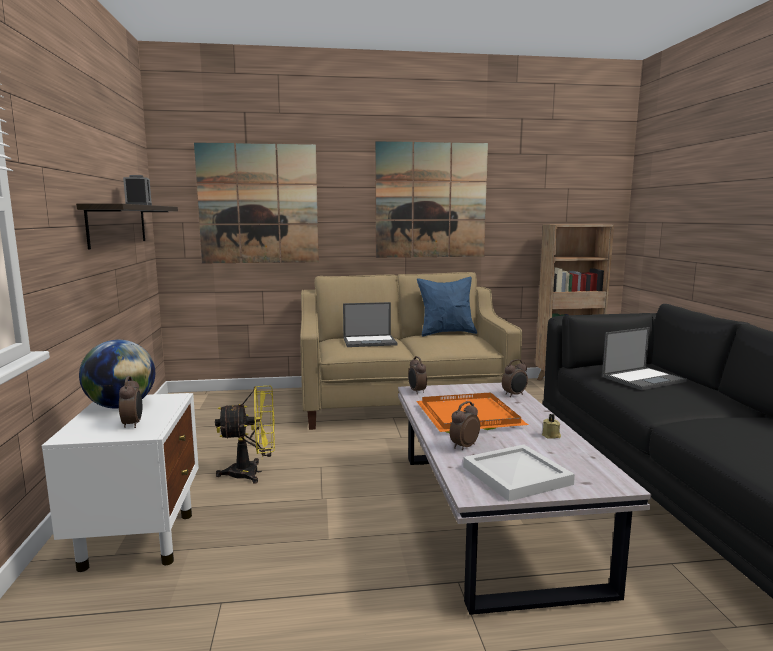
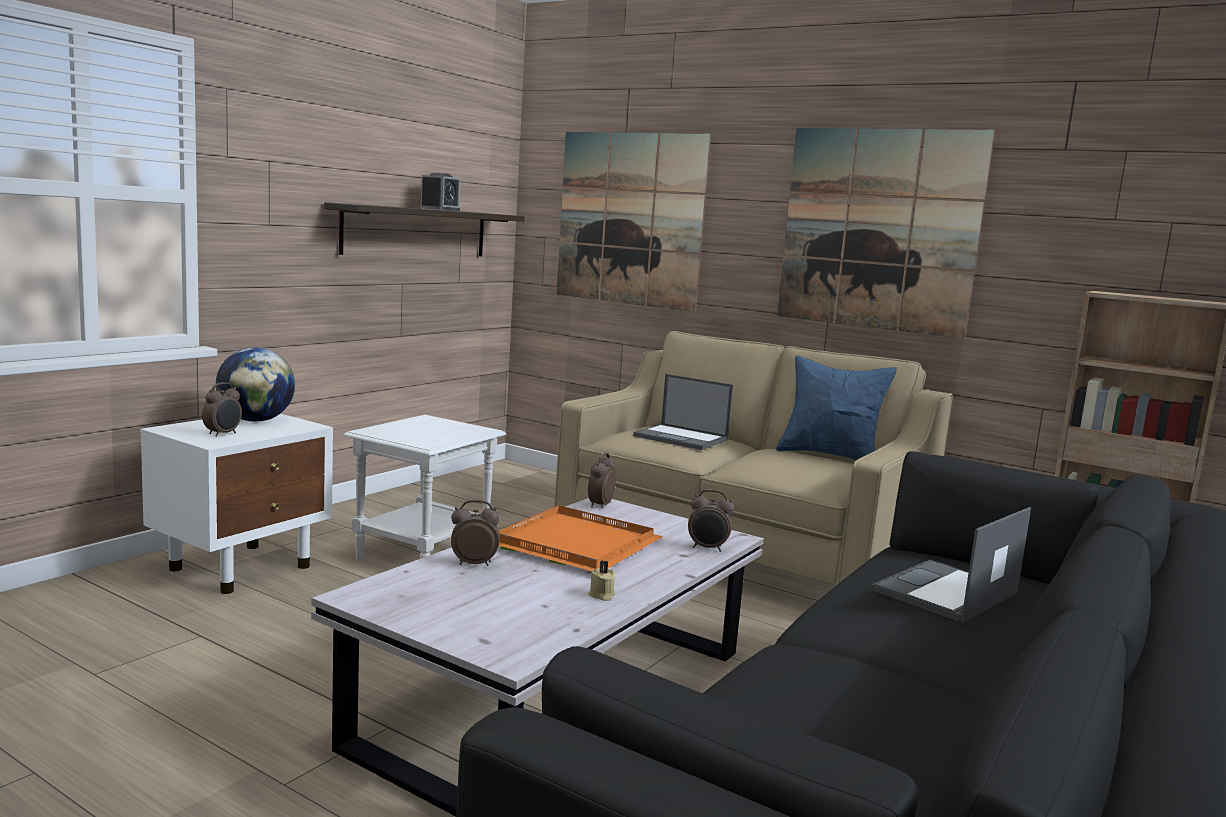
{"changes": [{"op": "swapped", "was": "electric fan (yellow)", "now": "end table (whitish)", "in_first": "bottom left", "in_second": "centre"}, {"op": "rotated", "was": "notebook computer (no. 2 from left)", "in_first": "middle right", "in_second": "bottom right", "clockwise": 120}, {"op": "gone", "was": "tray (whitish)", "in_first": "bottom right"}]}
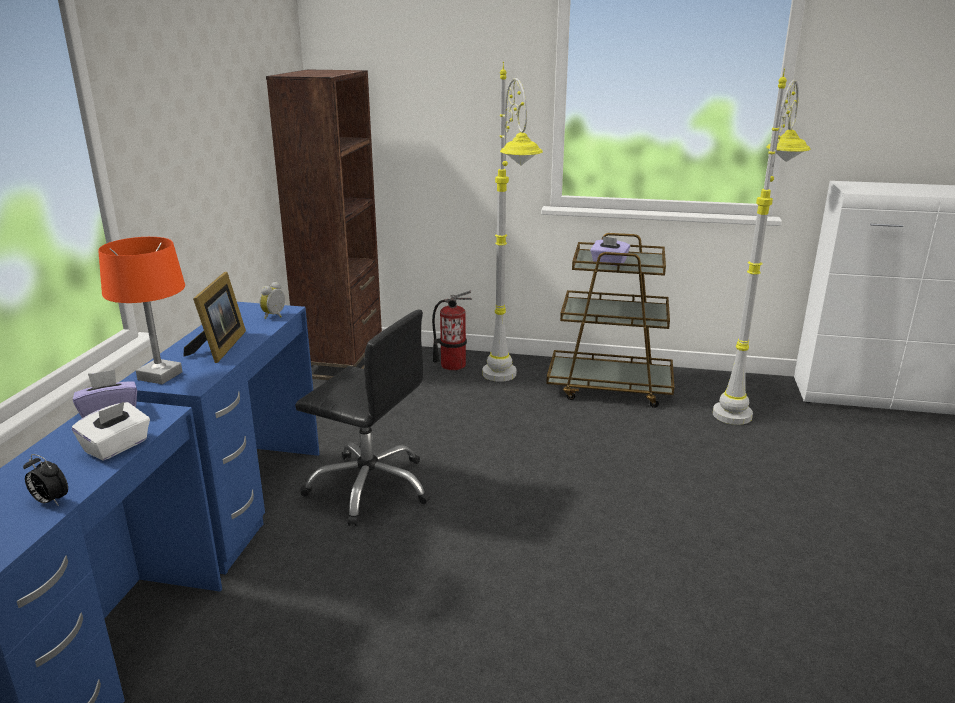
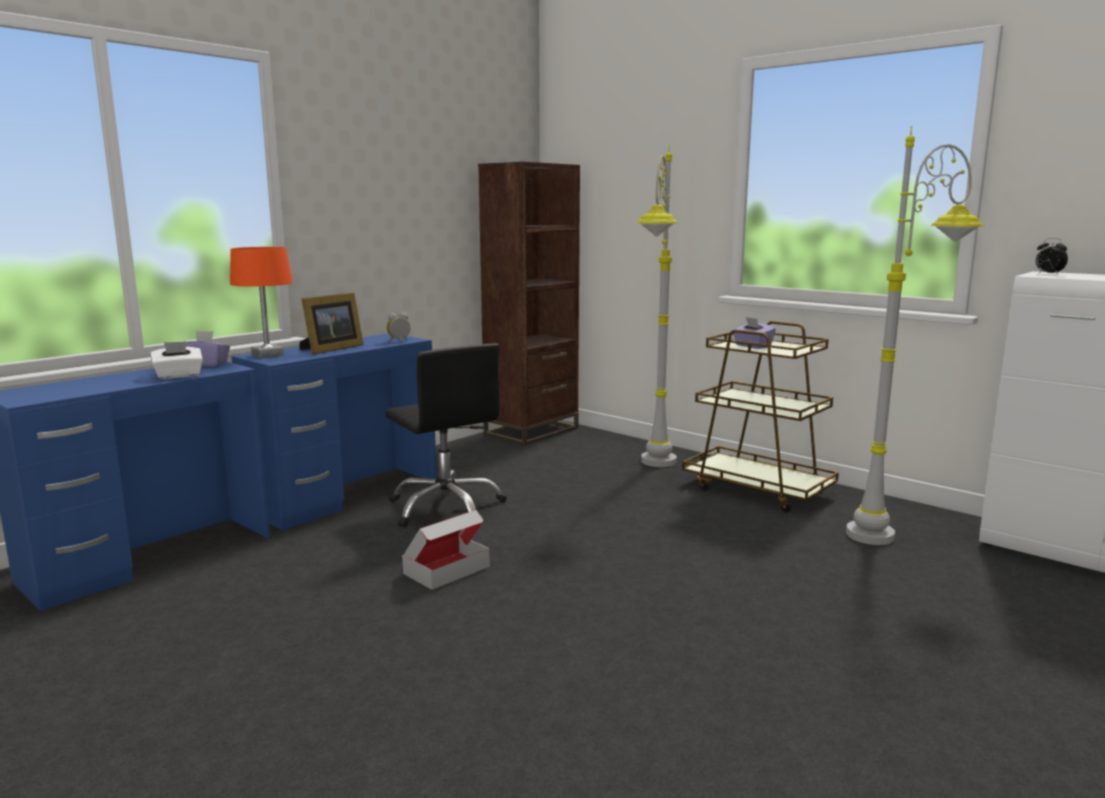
{"changes": [{"op": "new", "now": "carton", "in_second": "bottom centre"}, {"op": "shifted", "was": "alarm clock (no. 1 from left in the first image)", "now": "alarm clock (no. 2 from left)", "in_first": "bottom left", "in_second": "top right"}, {"op": "gone", "was": "fire-fighting cylinder", "in_first": "centre"}]}
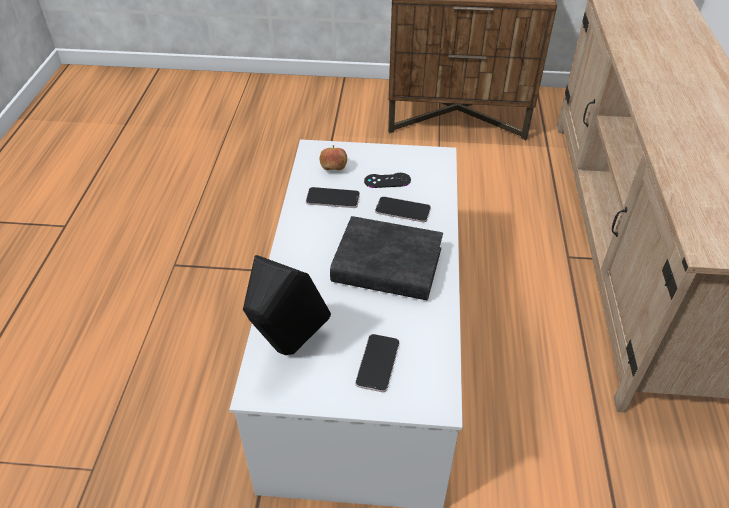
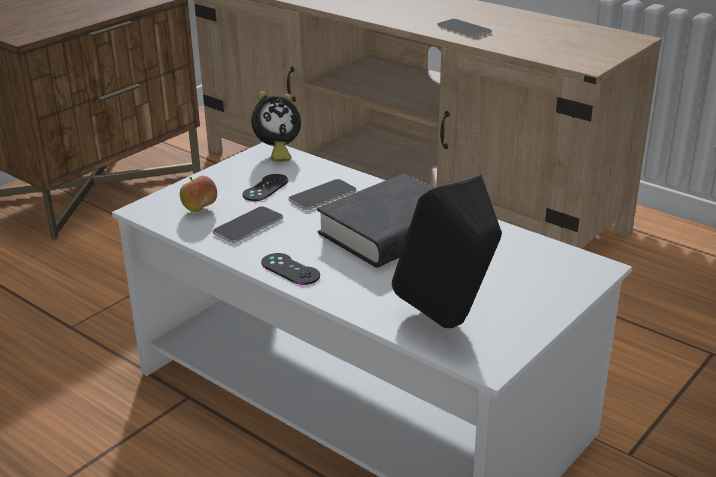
{"changes": [{"op": "new", "now": "alarm clock", "in_second": "top centre"}, {"op": "new", "now": "joypad (black-coloured) (no. 2 from left)", "in_second": "centre"}, {"op": "shifted", "was": "phone (no. 2 from left in the first image)", "now": "phone (no. 3 from left)", "in_first": "bottom centre", "in_second": "top centre"}]}
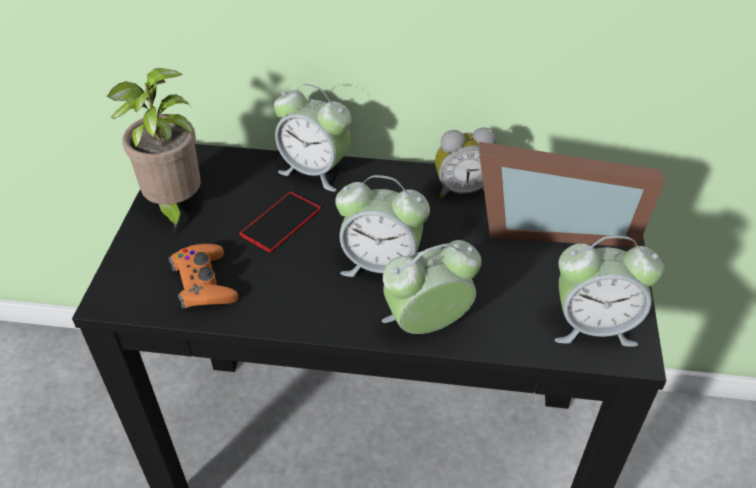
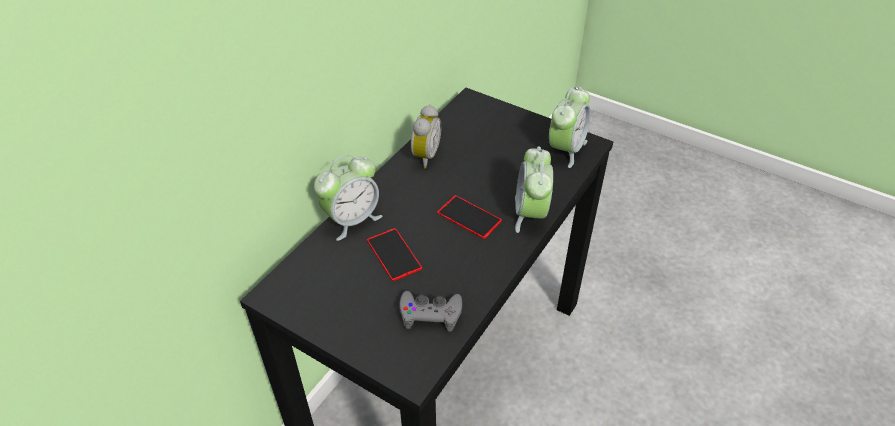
{"changes": [{"op": "repainted", "was": "joypad (orange-coloured)", "now": "joypad (grey)", "in_first": "middle left", "in_second": "bottom centre"}, {"op": "swapped", "was": "alarm clock (no. 2 from left)", "now": "phone (no. 2 from left)", "in_first": "centre", "in_second": "centre"}, {"op": "gone", "was": "potted plant", "in_first": "top left"}, {"op": "gone", "was": "picture frame", "in_first": "middle right"}]}
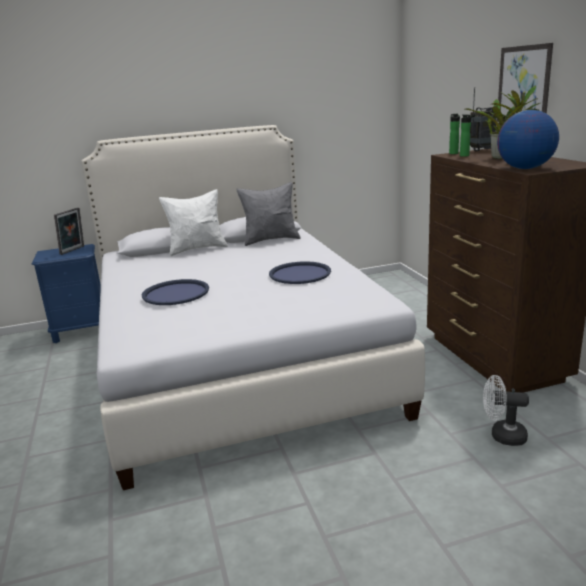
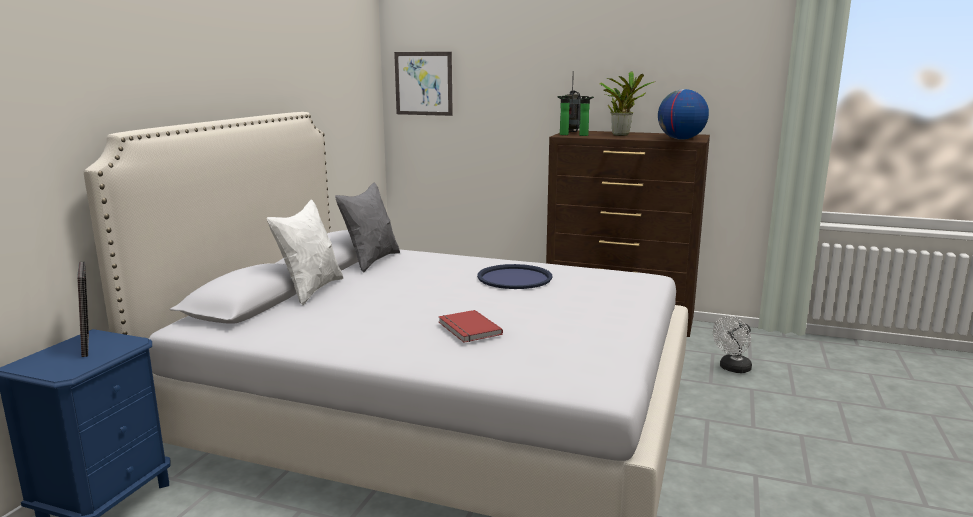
{"changes": [{"op": "shifted", "was": "picture", "in_first": "top right", "in_second": "top centre"}, {"op": "swapped", "was": "tray (blue) (no. 1 from left)", "now": "volume (red-coloured)", "in_first": "middle left", "in_second": "centre"}]}
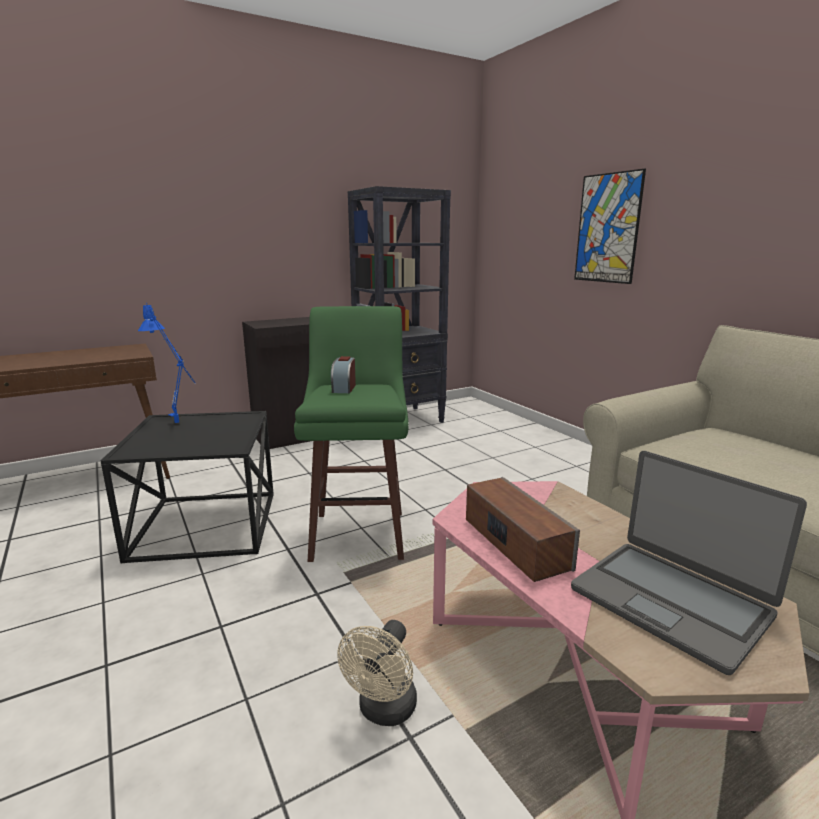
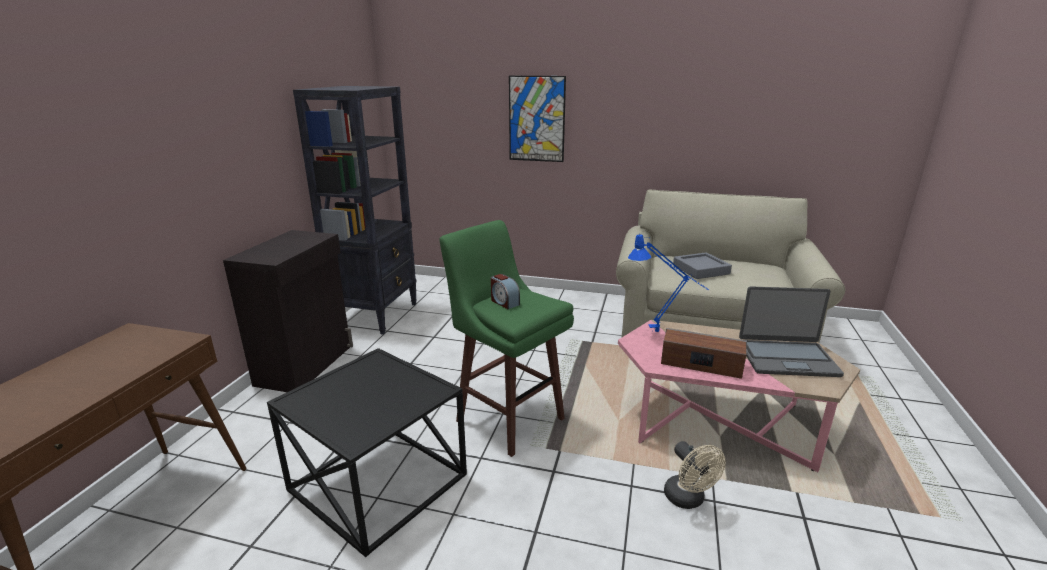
{"changes": [{"op": "shifted", "was": "table lamp (blue)", "in_first": "middle left", "in_second": "centre"}, {"op": "new", "now": "tray (grey)", "in_second": "middle right"}]}
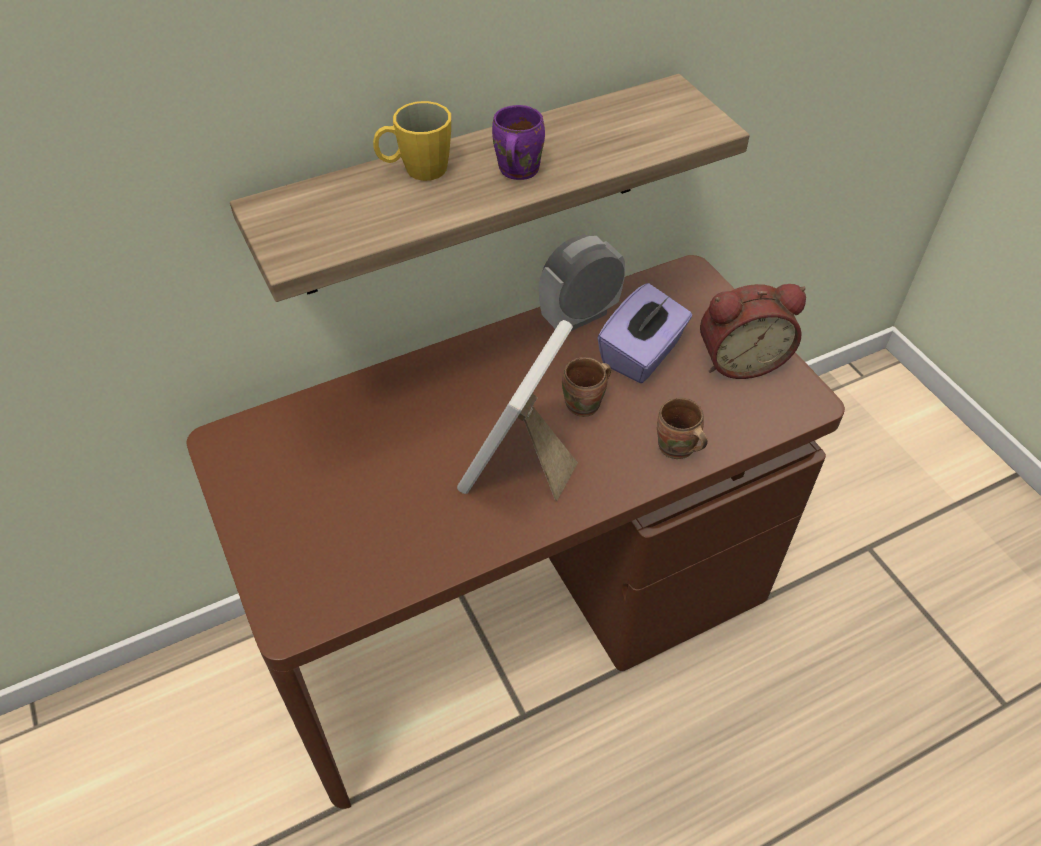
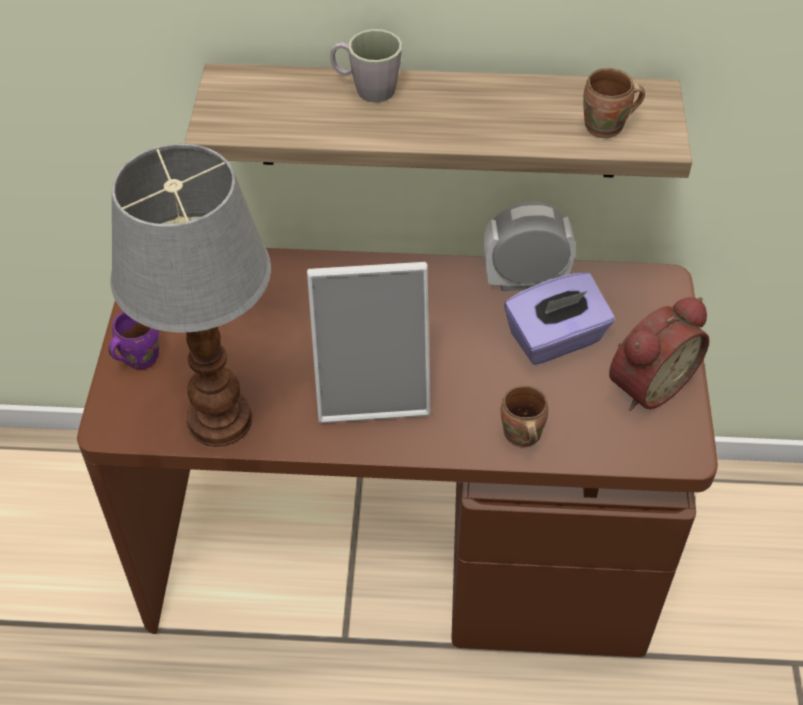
{"changes": [{"op": "shifted", "was": "tea mug (purple)", "in_first": "top centre", "in_second": "middle left"}, {"op": "new", "now": "table lamp", "in_second": "middle left"}, {"op": "rotated", "was": "picture frame", "in_first": "centre", "in_second": "centre", "clockwise": -150}, {"op": "repainted", "was": "tea mug (yellow)", "now": "tea mug (grey)", "in_first": "top centre", "in_second": "top centre"}, {"op": "shifted", "was": "tea mug (brown-coloured) (no. 1 from left in the first image)", "now": "tea mug (brown-coloured) (no. 2 from left)", "in_first": "centre", "in_second": "top right"}, {"op": "rotated", "was": "alarm clock (no. 2 from left)", "in_first": "middle right", "in_second": "middle right", "clockwise": -60}]}
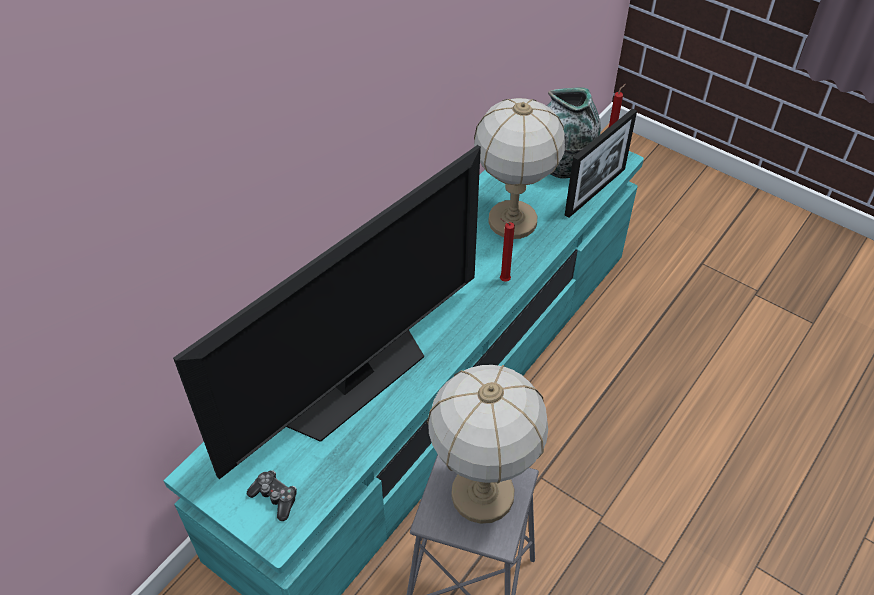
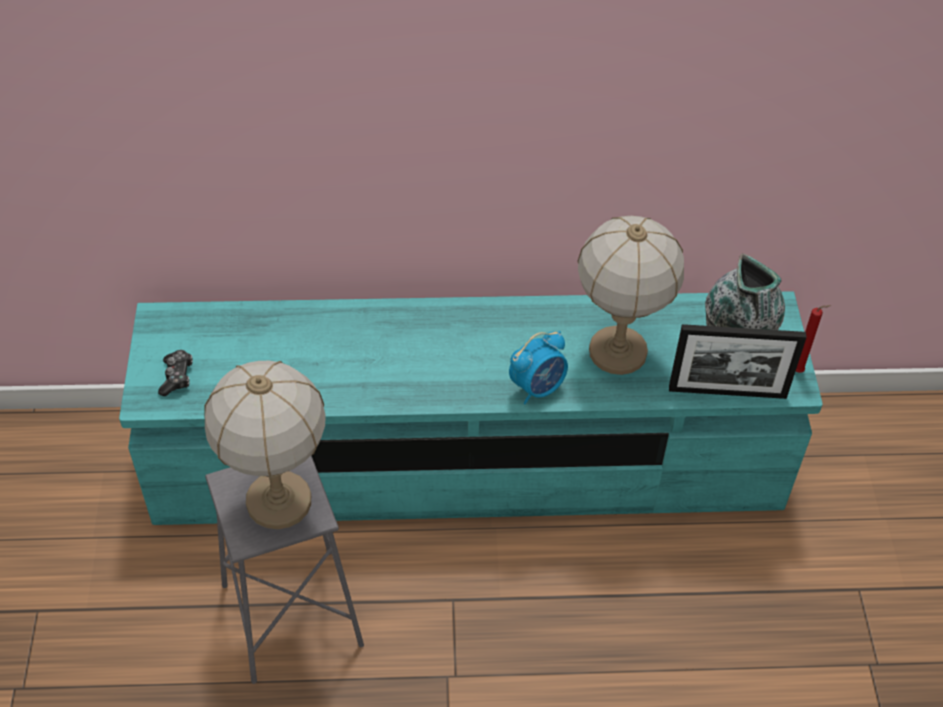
{"changes": [{"op": "swapped", "was": "wax candle (red-coloured) (no. 1 from left)", "now": "alarm clock", "in_first": "centre", "in_second": "centre"}, {"op": "gone", "was": "television", "in_first": "centre"}]}
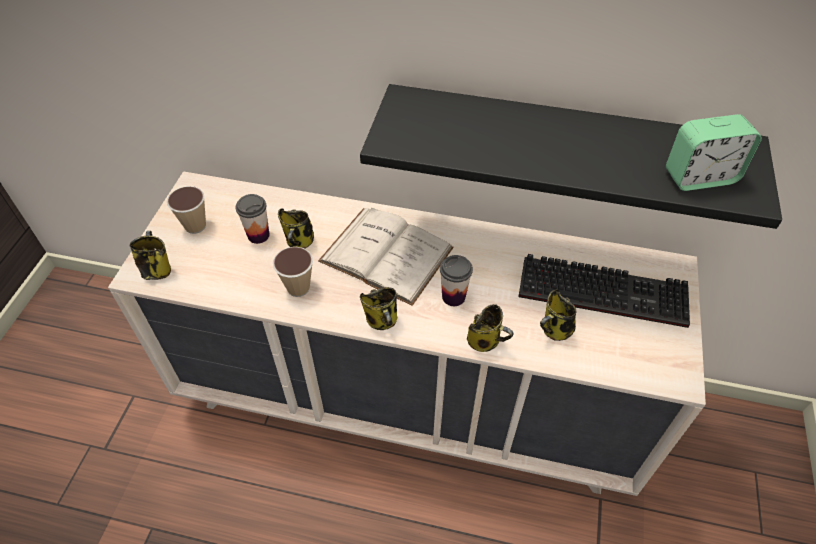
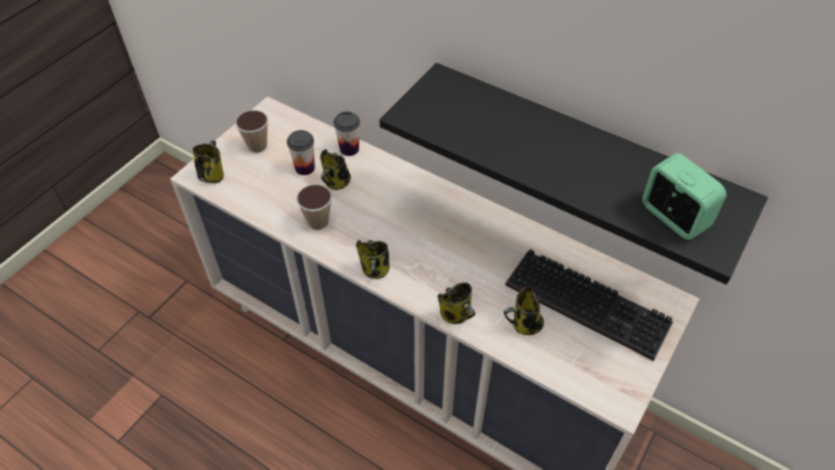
{"changes": [{"op": "shifted", "was": "drinking cup (no. 4 from left)", "in_first": "centre", "in_second": "top centre"}, {"op": "rotated", "was": "alarm clock", "in_first": "top right", "in_second": "middle right", "clockwise": -135}, {"op": "gone", "was": "volume (whitish)", "in_first": "centre"}]}
